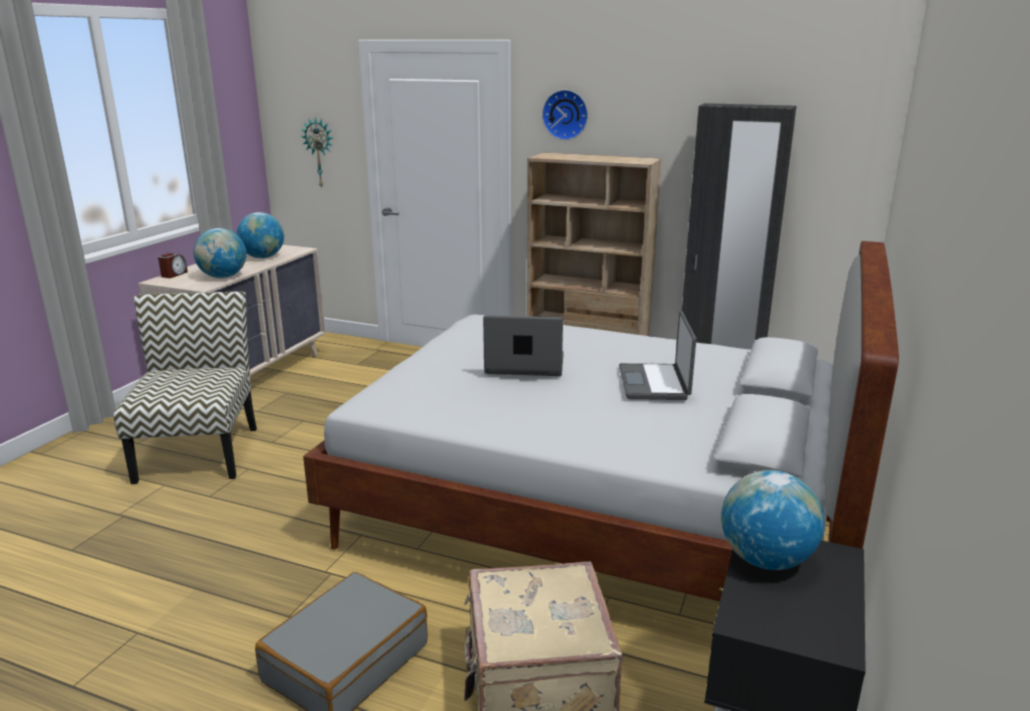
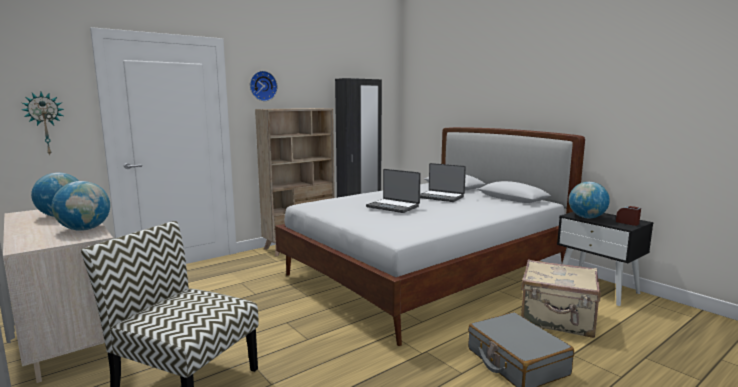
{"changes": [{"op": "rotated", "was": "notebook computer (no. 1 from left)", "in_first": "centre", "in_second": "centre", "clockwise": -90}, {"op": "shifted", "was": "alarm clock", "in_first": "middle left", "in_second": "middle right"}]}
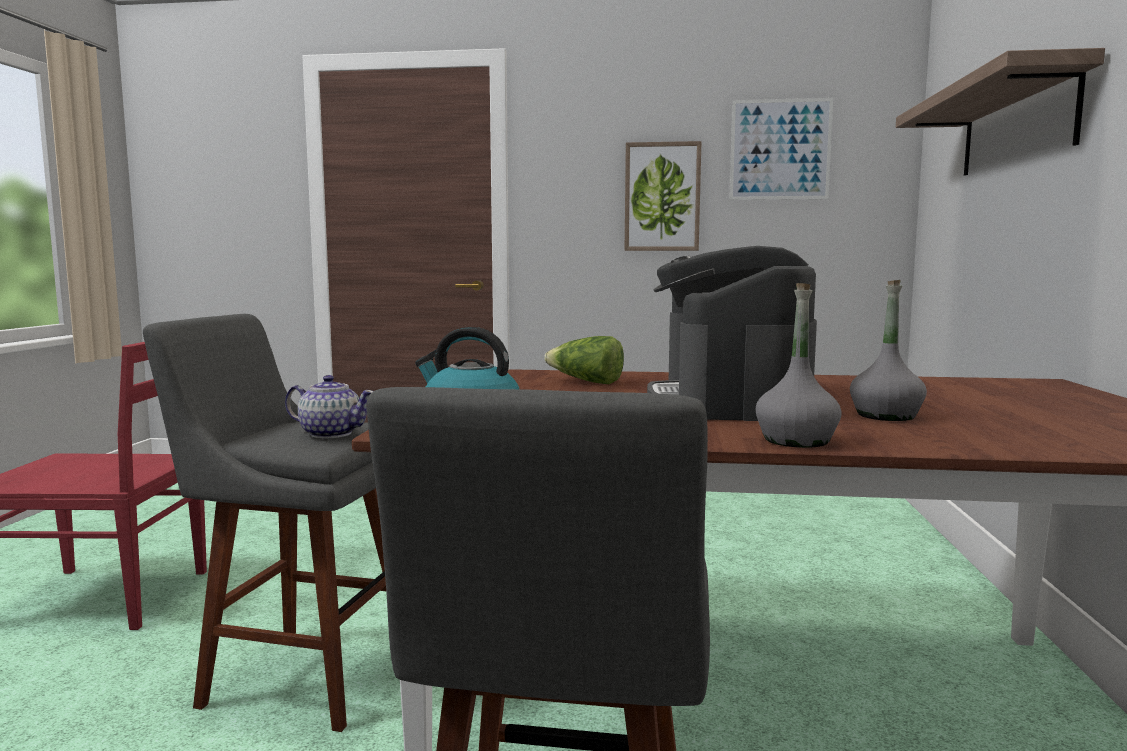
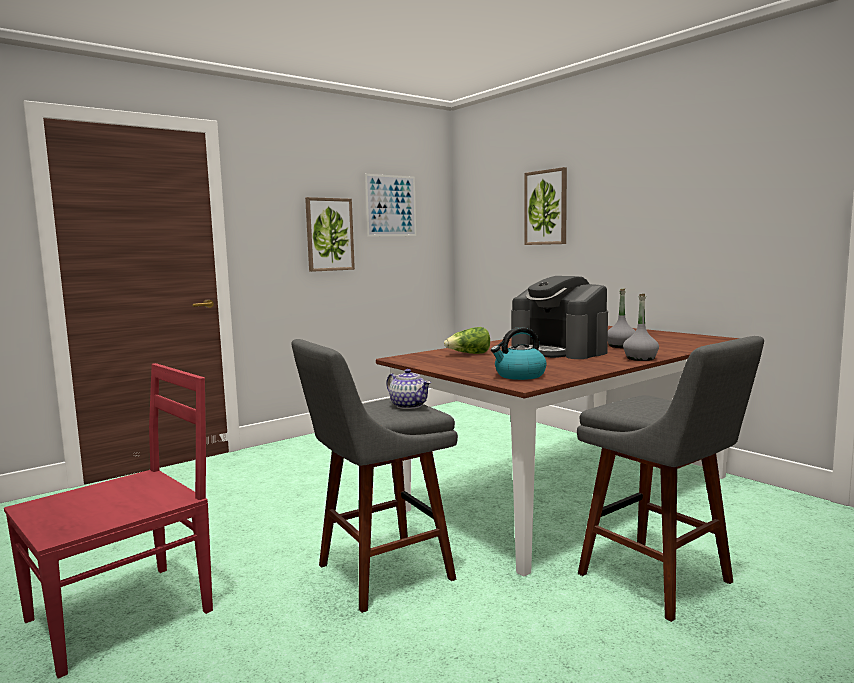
{"changes": [{"op": "rotated", "was": "pot for tea", "in_first": "middle left", "in_second": "centre", "clockwise": 75}, {"op": "swapped", "was": "shelf", "now": "picture (no. 3 from left)", "in_first": "top right", "in_second": "top centre"}]}
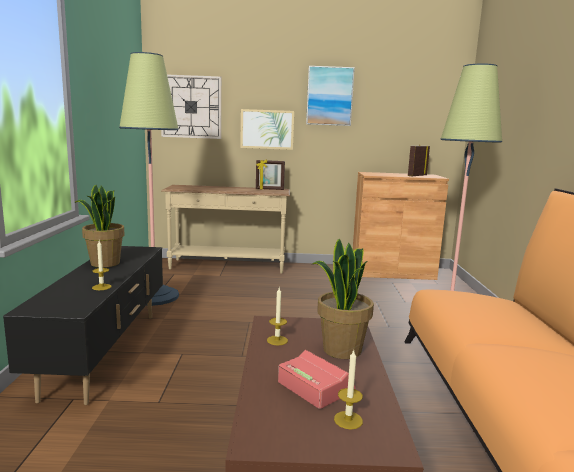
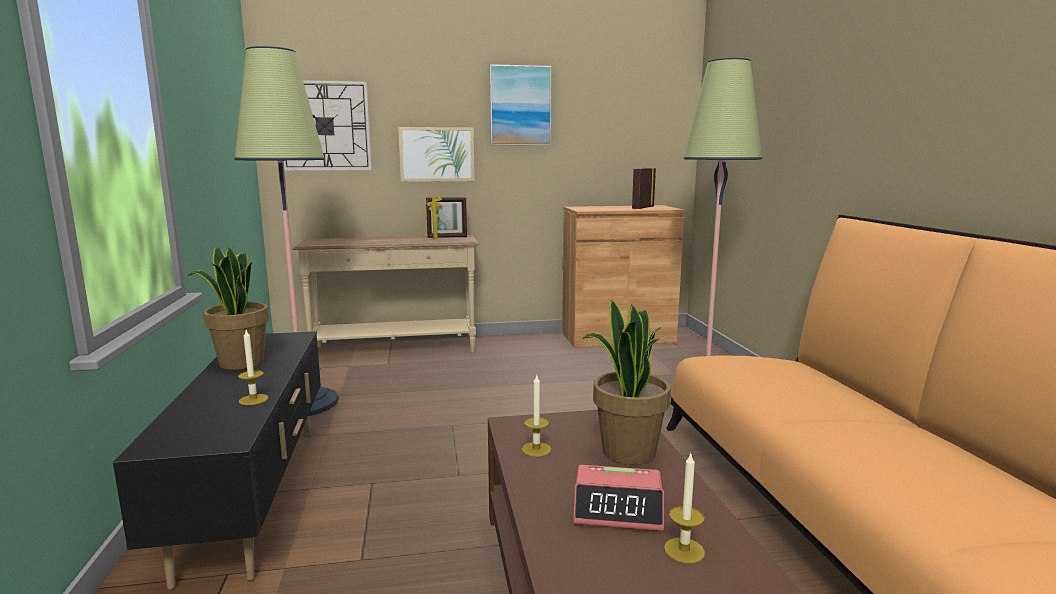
{"changes": [{"op": "rotated", "was": "alarm clock", "in_first": "bottom centre", "in_second": "bottom centre", "clockwise": 150}]}
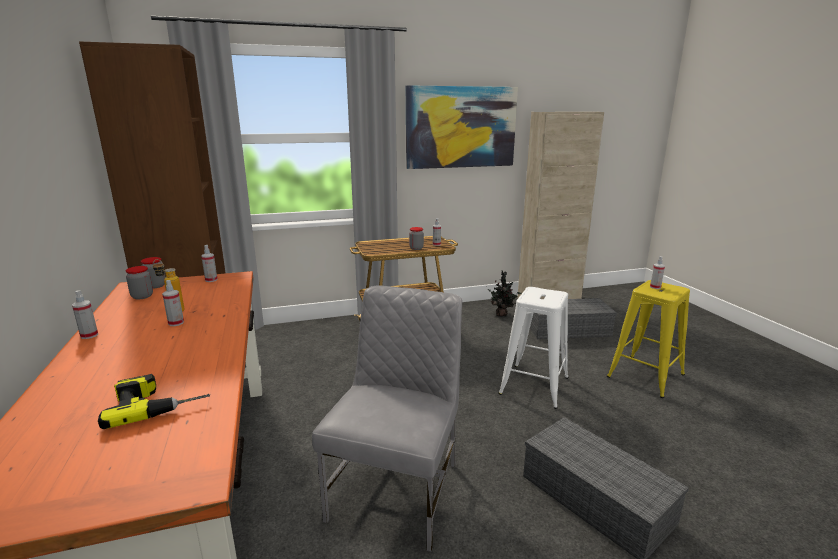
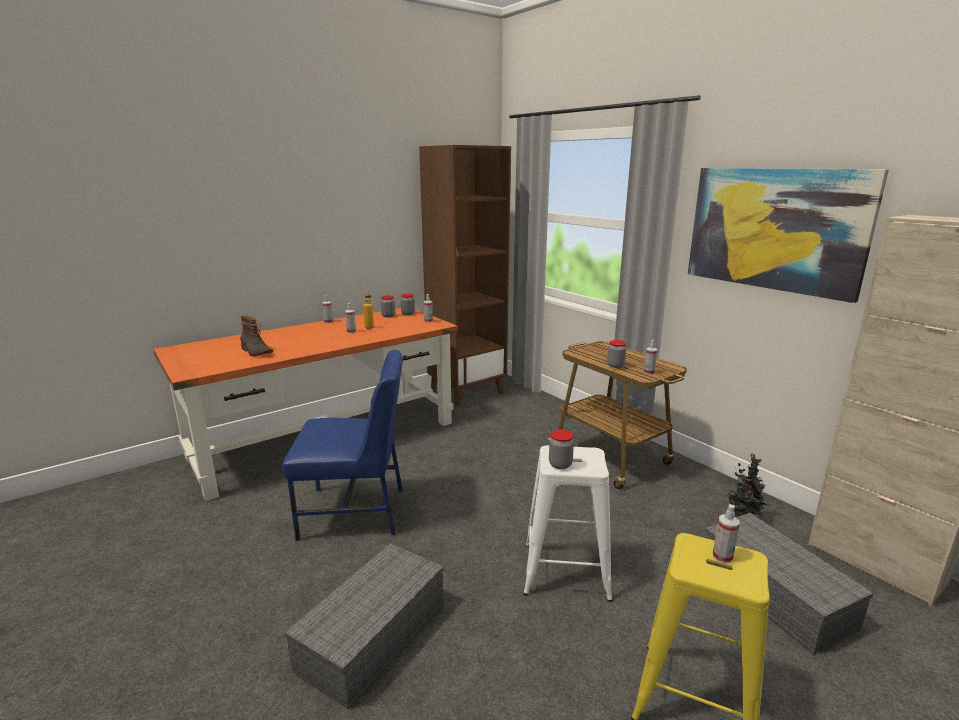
{"changes": [{"op": "swapped", "was": "electric drill", "now": "tall boot", "in_first": "bottom left", "in_second": "middle left"}, {"op": "repainted", "was": "chair (grey)", "now": "chair (blue)", "in_first": "bottom centre", "in_second": "centre"}, {"op": "new", "now": "preserve jar (no. 3 from left)", "in_second": "centre"}]}
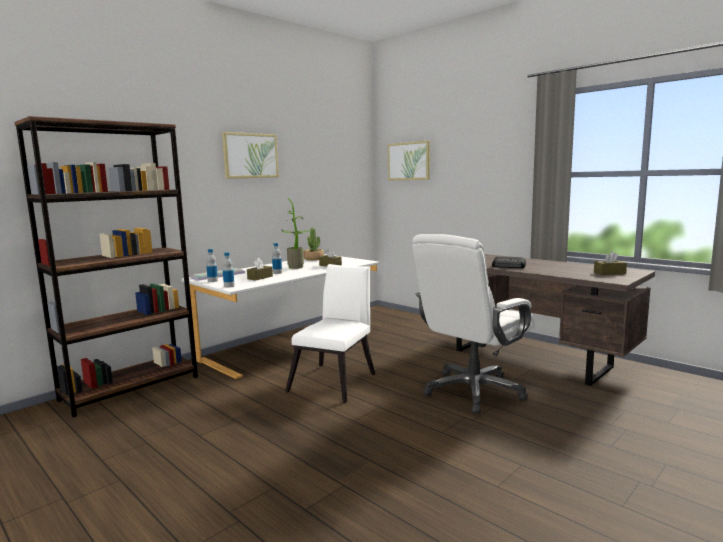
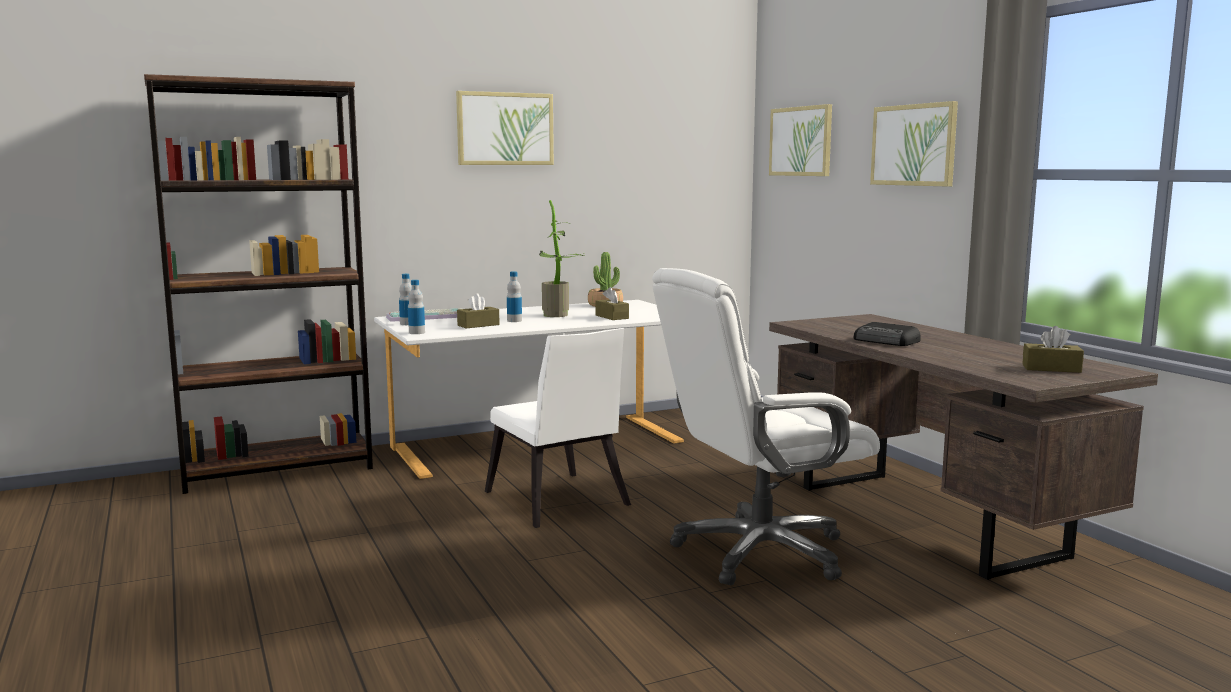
{"changes": [{"op": "rotated", "was": "chair (whitish)", "in_first": "centre", "in_second": "centre", "clockwise": 105}, {"op": "new", "now": "picture (no. 3 from left)", "in_second": "top right"}]}
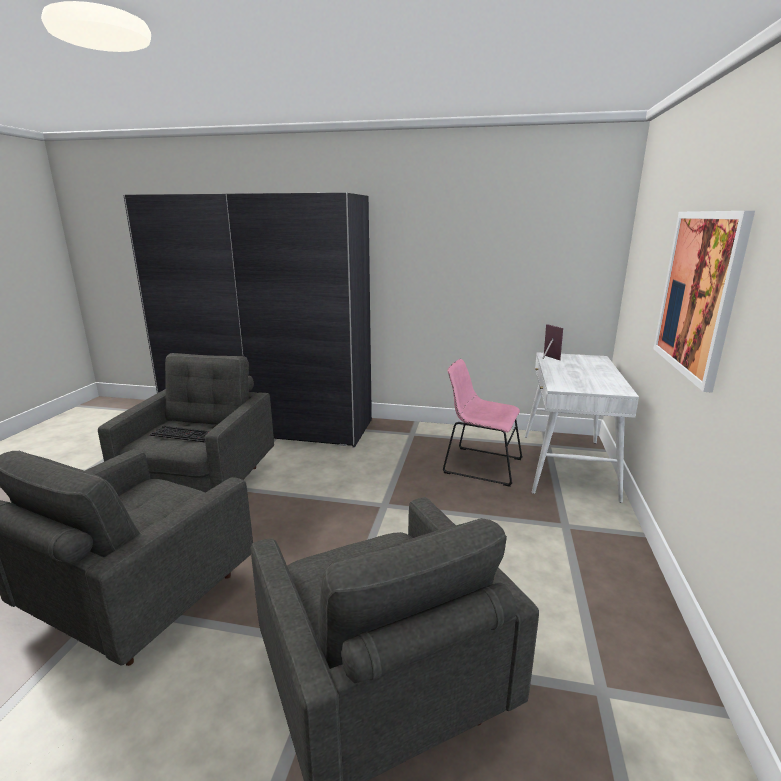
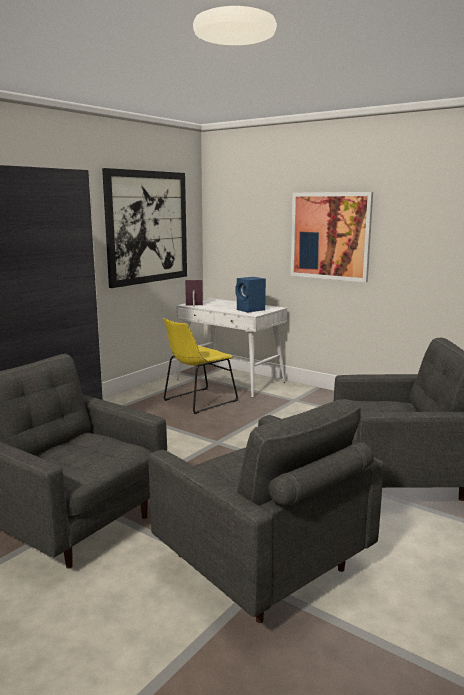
{"changes": [{"op": "new", "now": "picture (no. 1 from left)", "in_second": "top left"}, {"op": "repainted", "was": "chair (pink)", "now": "chair (yellow)", "in_first": "centre", "in_second": "centre"}, {"op": "new", "now": "speaker (blue)", "in_second": "centre"}, {"op": "gone", "was": "PC keyboard", "in_first": "middle left"}]}
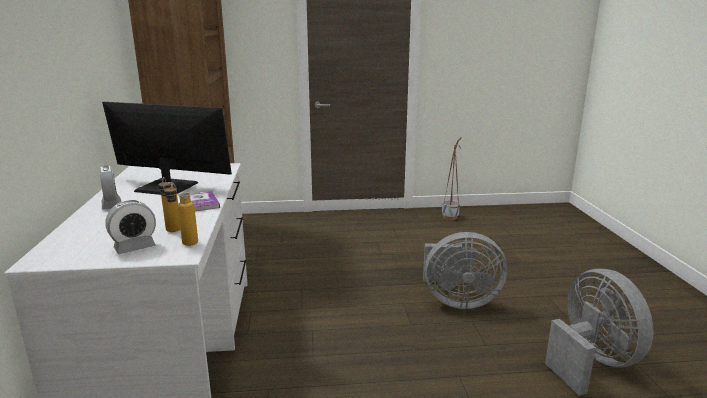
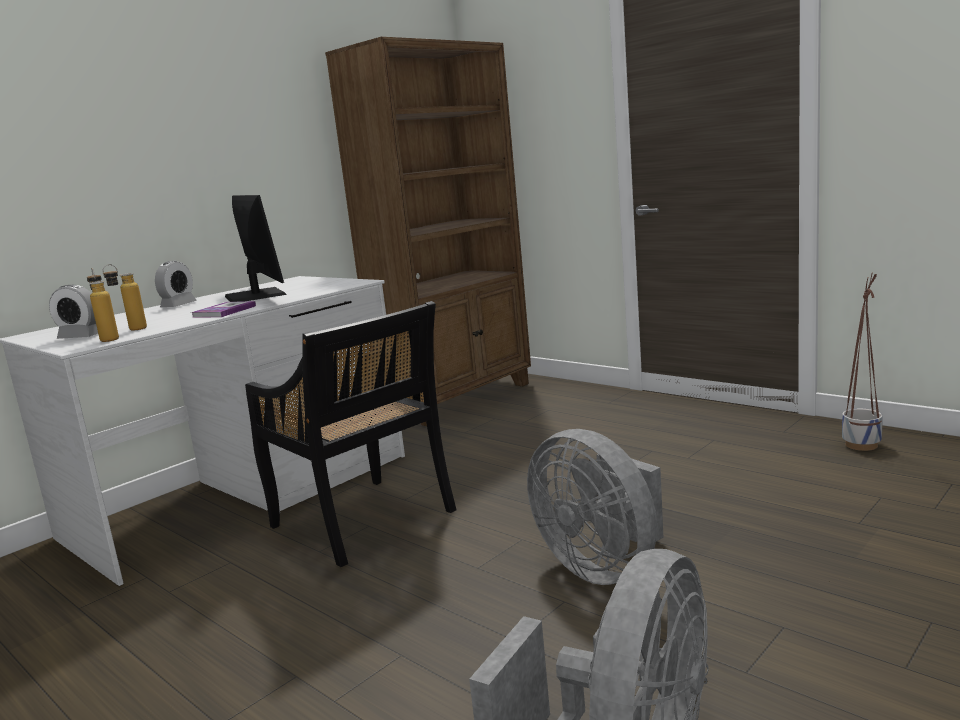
{"changes": [{"op": "new", "now": "chair (black-coloured)", "in_second": "centre"}]}
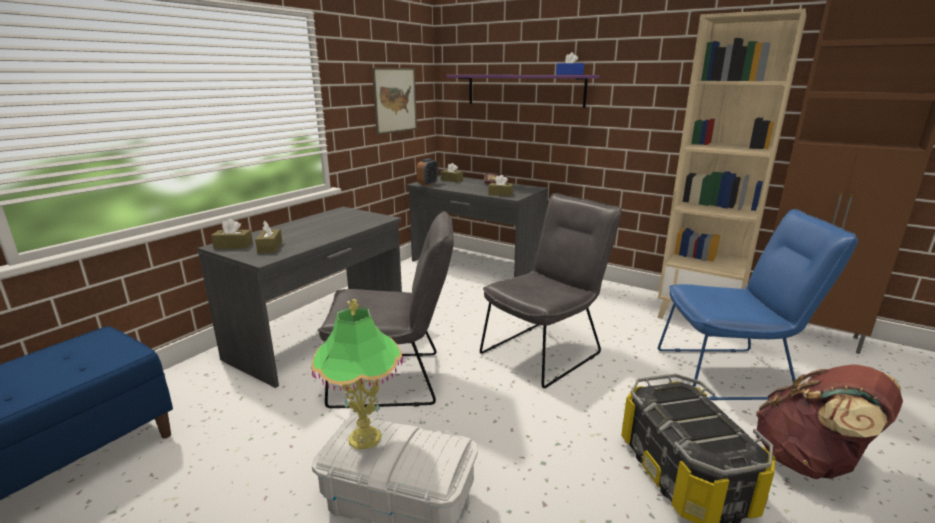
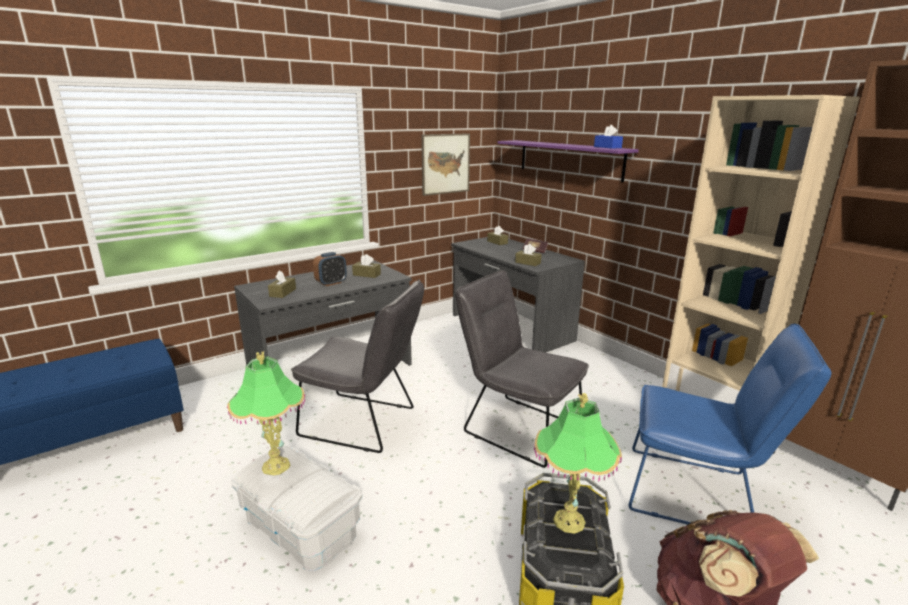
{"changes": [{"op": "shifted", "was": "alarm clock", "in_first": "top centre", "in_second": "centre"}, {"op": "shifted", "was": "box of tissues (brown-coloured) (no. 1 from left in the first image)", "now": "box of tissues (brown-coloured) (no. 2 from left)", "in_first": "middle left", "in_second": "centre"}, {"op": "rotated", "was": "chair (grey) (no. 2 from left)", "in_first": "centre", "in_second": "centre", "clockwise": -120}, {"op": "new", "now": "table lamp (no. 2 from left)", "in_second": "bottom centre"}]}
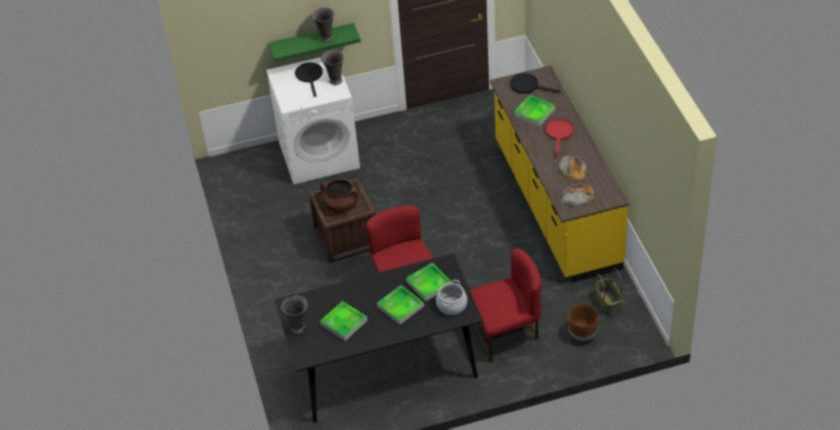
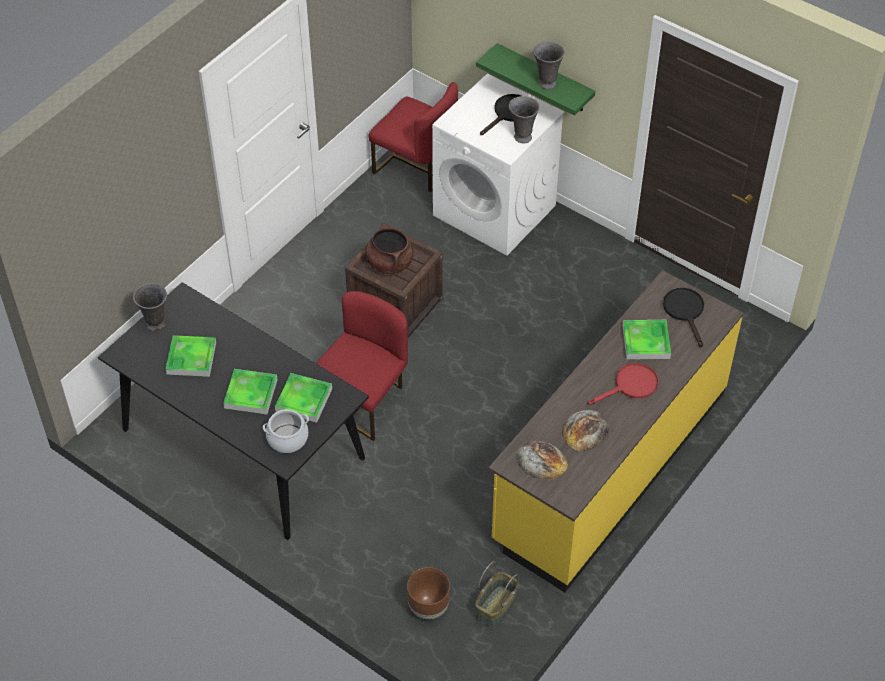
{"changes": [{"op": "shifted", "was": "chair (red-coloured) (no. 2 from left)", "in_first": "bottom centre", "in_second": "top centre"}]}
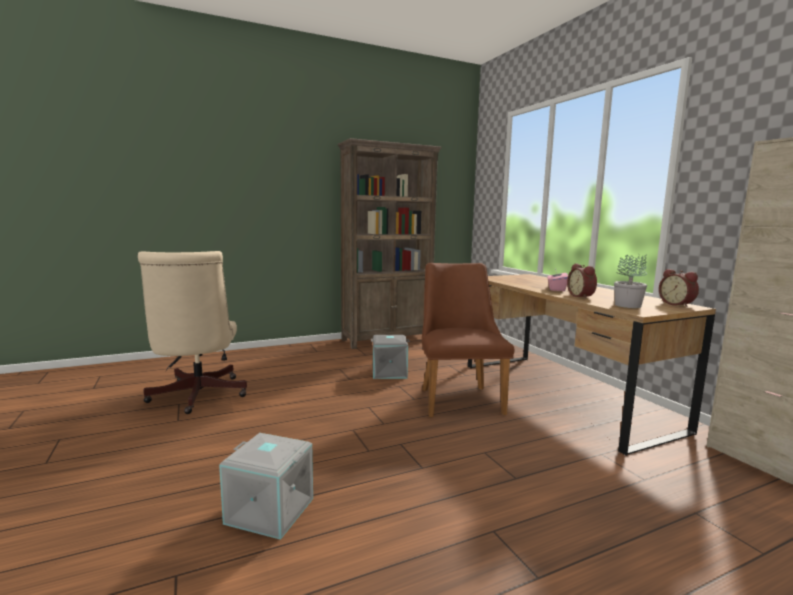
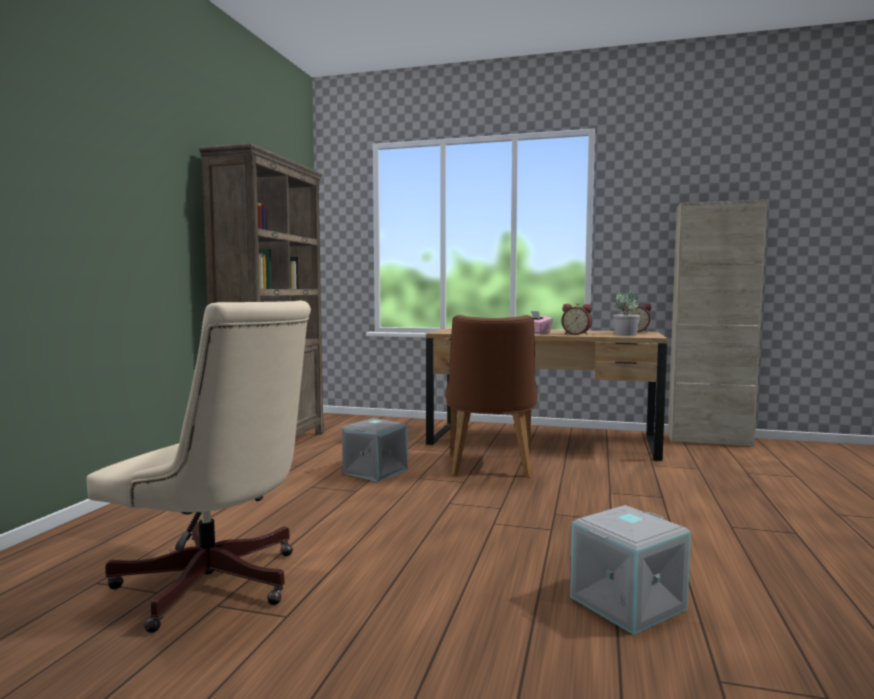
{"changes": [{"op": "rotated", "was": "chair (brown-coloured)", "in_first": "centre", "in_second": "centre", "clockwise": -120}]}
